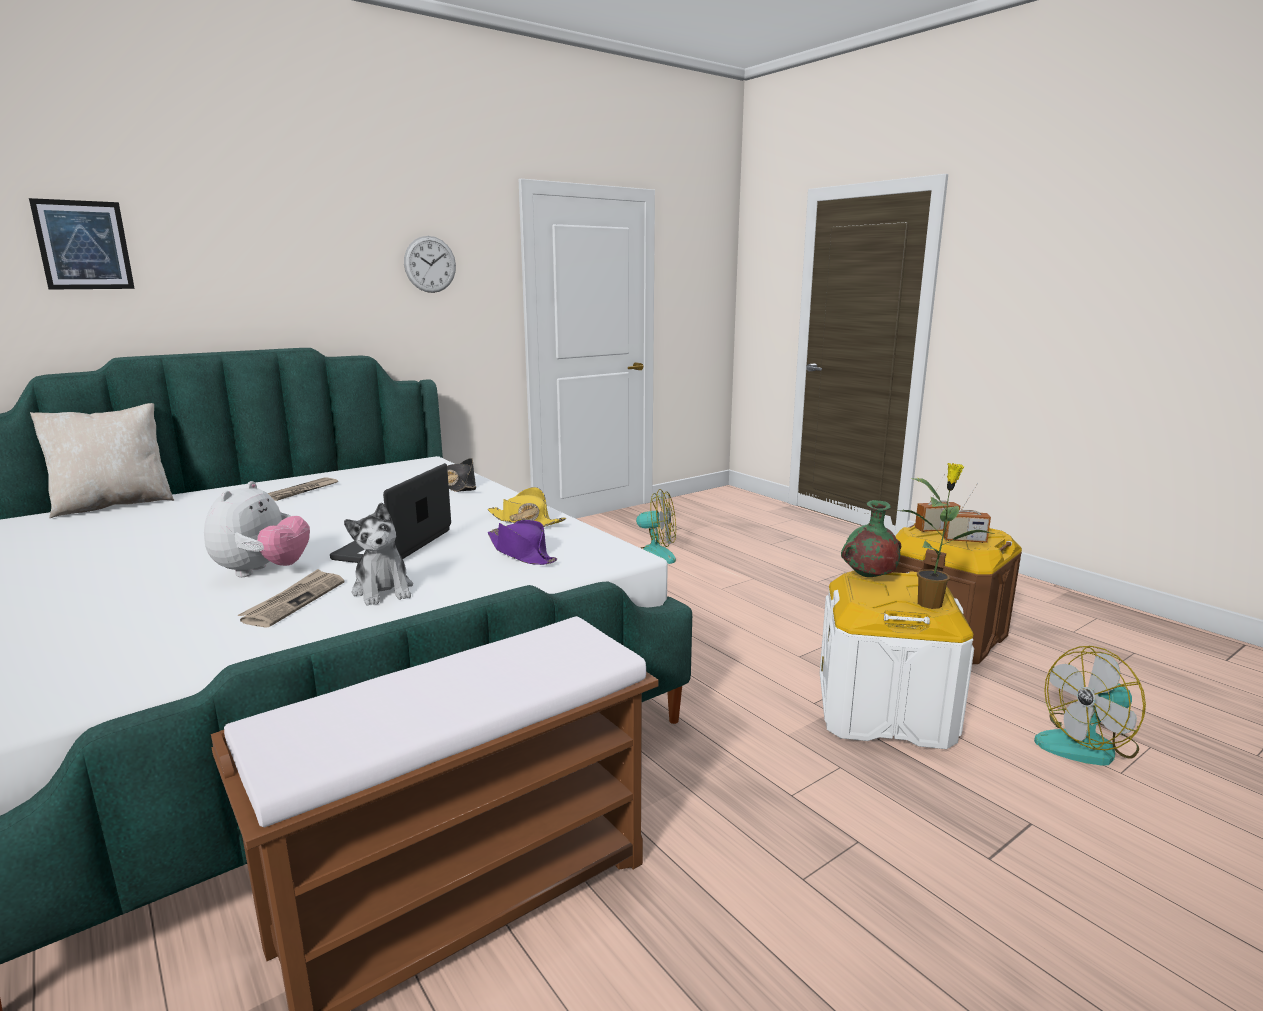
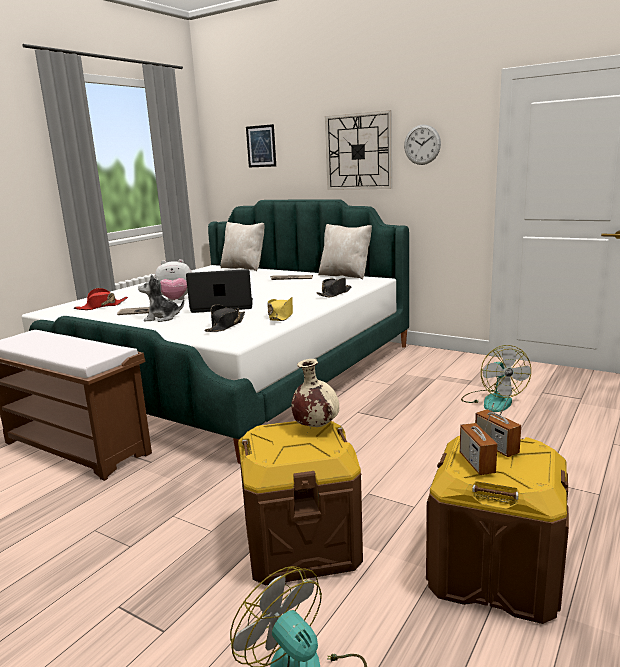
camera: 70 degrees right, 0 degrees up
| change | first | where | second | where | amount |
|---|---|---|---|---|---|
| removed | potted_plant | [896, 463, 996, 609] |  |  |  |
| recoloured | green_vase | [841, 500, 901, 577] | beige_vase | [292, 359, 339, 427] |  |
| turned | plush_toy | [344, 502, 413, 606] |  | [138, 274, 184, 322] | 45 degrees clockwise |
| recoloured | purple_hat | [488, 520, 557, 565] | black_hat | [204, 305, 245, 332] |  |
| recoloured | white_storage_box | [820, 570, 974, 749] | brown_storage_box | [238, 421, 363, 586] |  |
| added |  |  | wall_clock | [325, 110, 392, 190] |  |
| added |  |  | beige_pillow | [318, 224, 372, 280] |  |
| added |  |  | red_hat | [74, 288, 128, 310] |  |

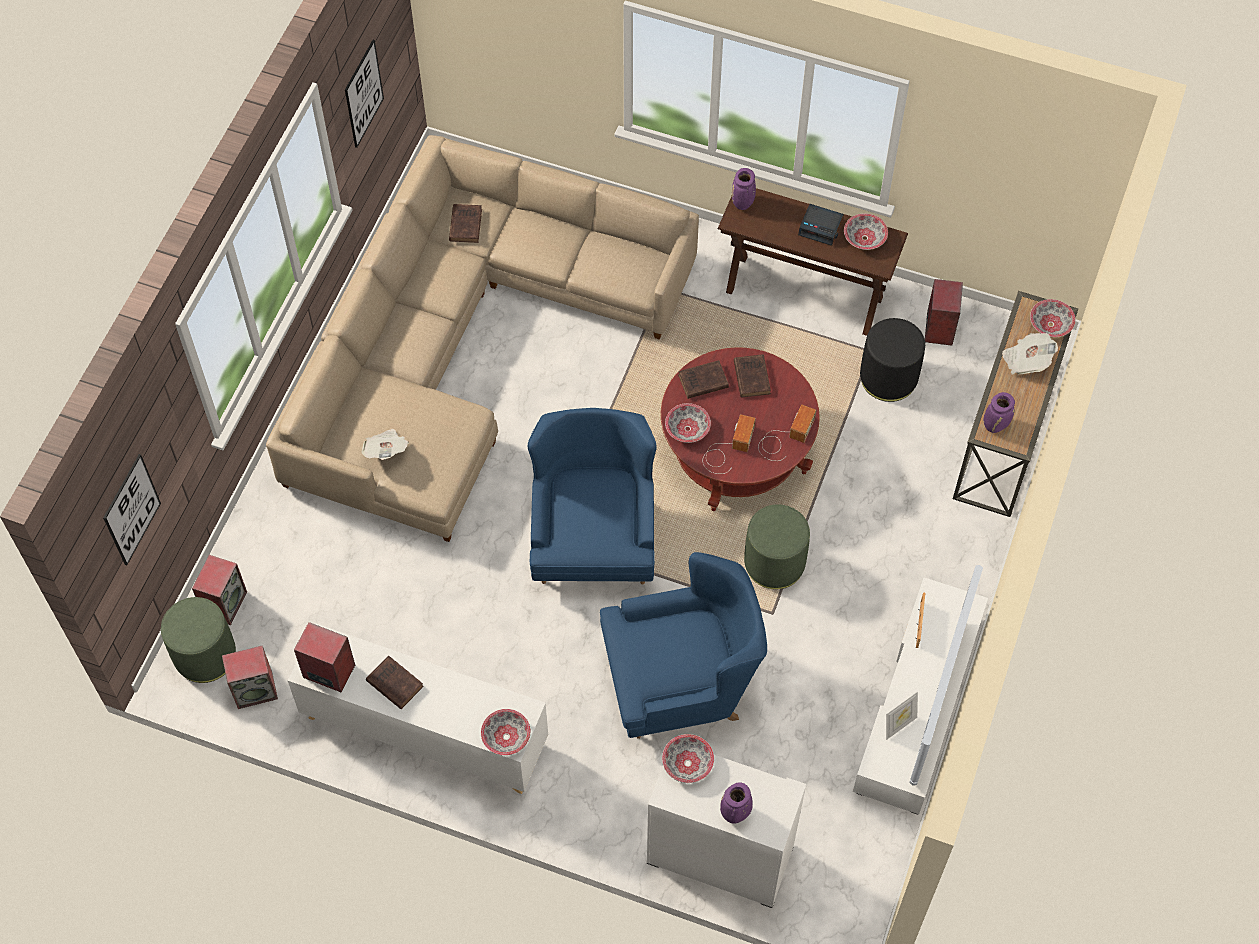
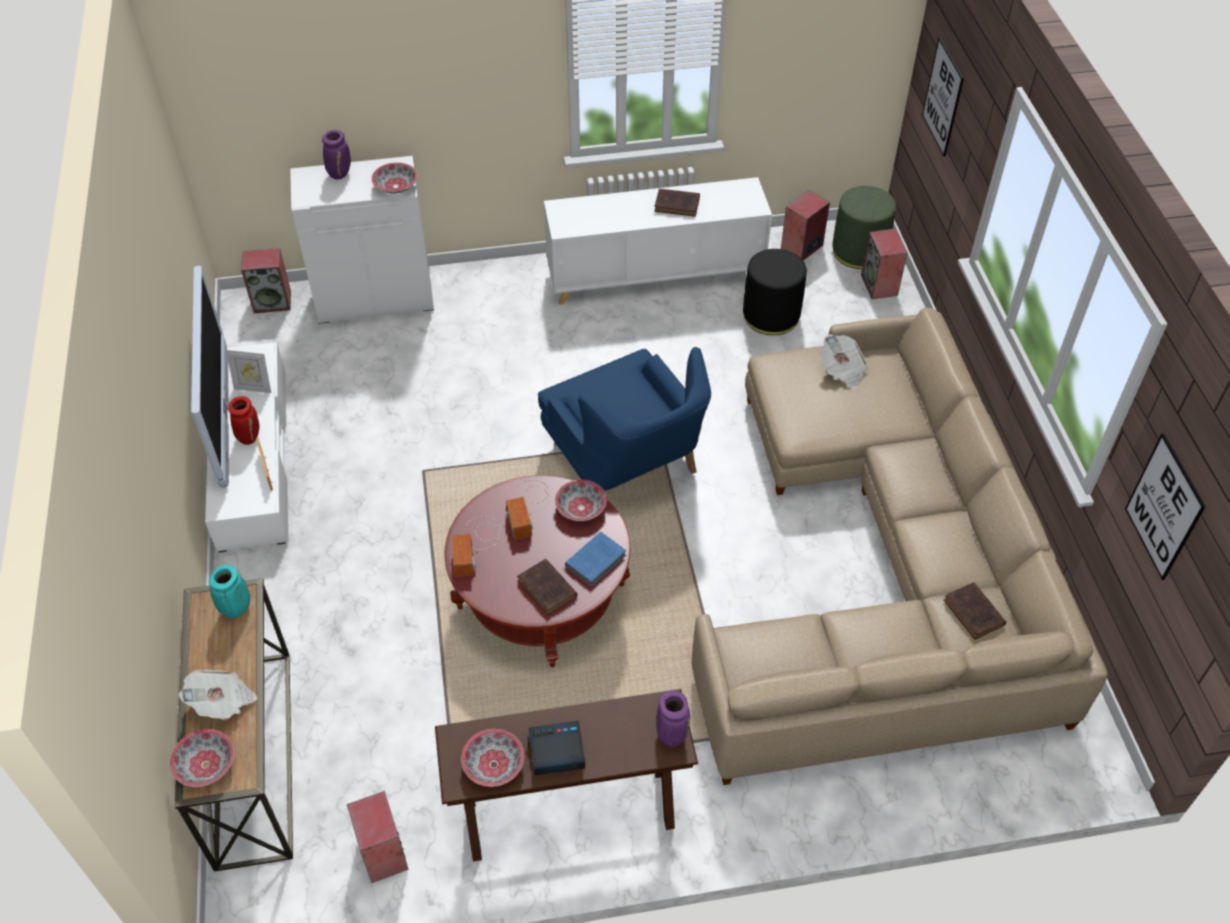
camera: 150 degrees right, 10 degrees down
| change | first | where | second | where | amount |
|---|---|---|---|---|---|
| moved | black_ottoman | [860, 318, 925, 402] |  | [743, 249, 807, 335] |  |
| recoloured | brown_book | [678, 360, 729, 399] | blue_book | [565, 532, 626, 587] |  |
| recoloured | purple_vase | [984, 392, 1015, 433] | turquoise_vase | [209, 565, 250, 618] |  |
| removed | green_ottoman | [744, 504, 810, 589] |  |  |  |
| removed | blue_armchair | [600, 552, 767, 739] |  |  |  |
| moved | speaker | [294, 622, 355, 692] |  | [241, 248, 291, 313] |  |
| turned | picture_frame | [886, 691, 918, 740] |  | [226, 350, 271, 393] | 105 degrees counterclockwise |
| removed | bowl | [481, 709, 531, 756] |  |  |  |
| added |  |  | red_vase | [228, 396, 259, 445] |  |

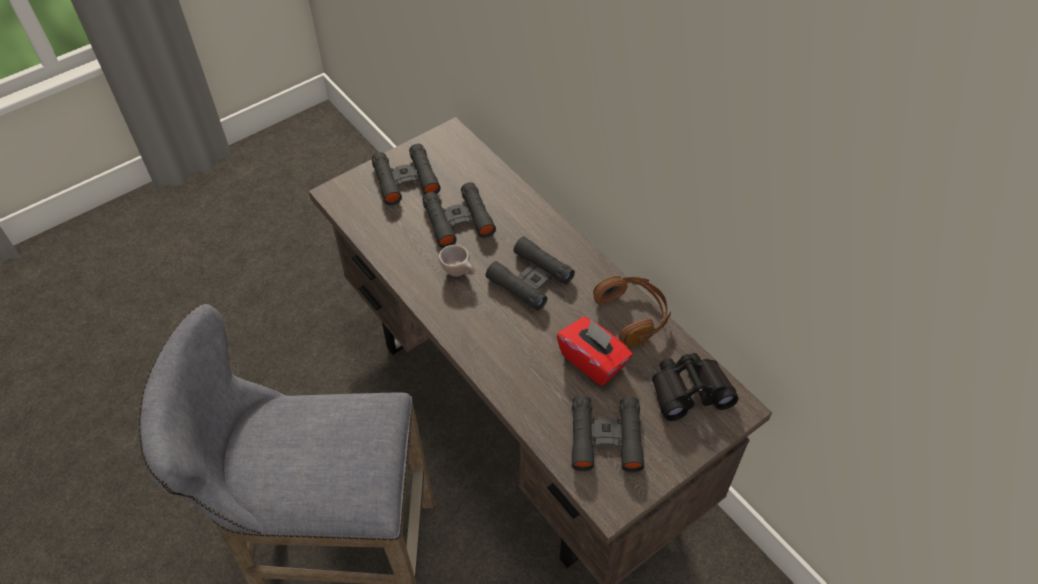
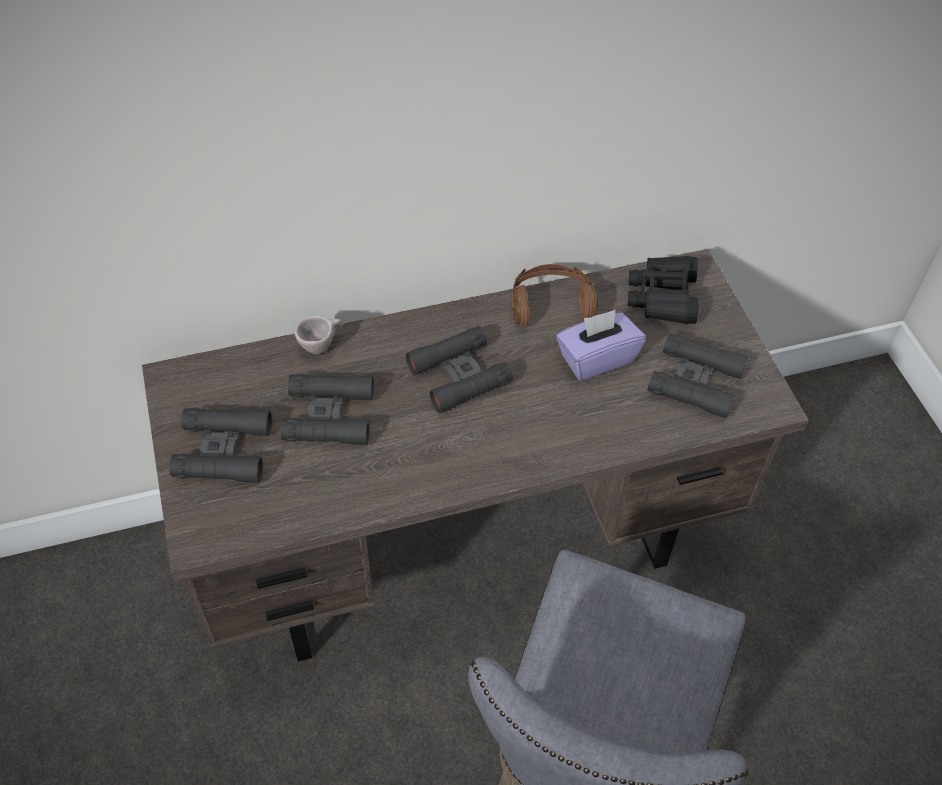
camera: 70 degrees left, 0 degrees up
| change | first | where | second | where | amount |
|---|---|---|---|---|---|
| moved | beige_cup | [438, 245, 475, 277] |  | [295, 316, 343, 354] |  |
| recoloured | red_tissue_box | [557, 317, 633, 386] | purple_tissue_box | [556, 310, 646, 381] |  |

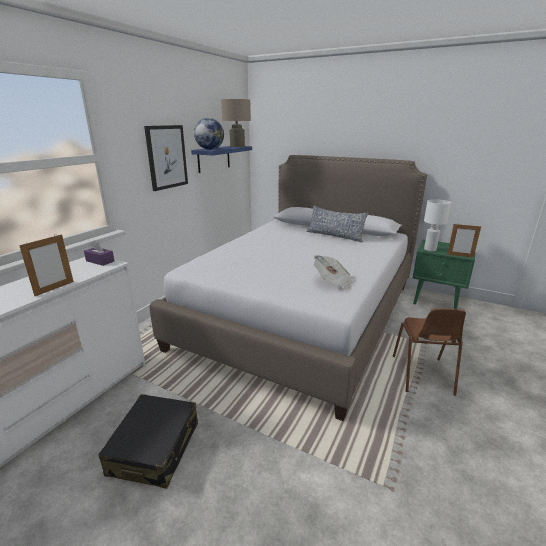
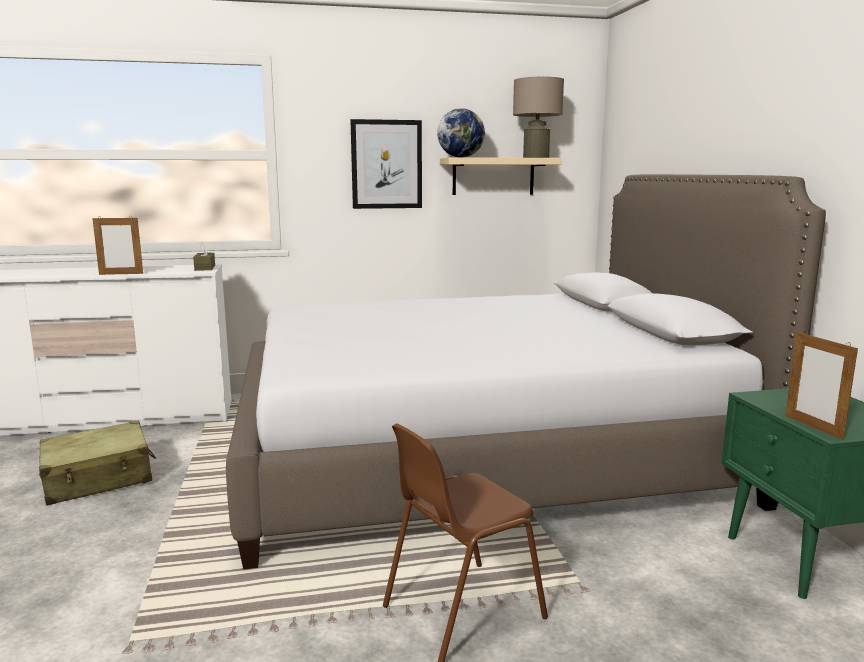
camera: 50 degrees right, 10 degrees down
| change | first | where | second | where | amount |
|---|---|---|---|---|---|
| recoloured | blue_shelf | [191, 146, 252, 173] | beige_shelf | [440, 157, 562, 195] |  |
| removed | white_table_lamp | [424, 199, 451, 251] |  |  |  |
| removed | pillow | [306, 205, 368, 242] |  |  |  |
| recoloured | purple_tissue_box | [84, 241, 114, 266] | brown_tissue_box | [193, 242, 215, 271] |  |
| removed | newspaper | [314, 255, 353, 290] |  |  |  |
| recoloured | black_suitcase | [98, 394, 198, 489] | beige_suitcase | [39, 421, 156, 506] |  |

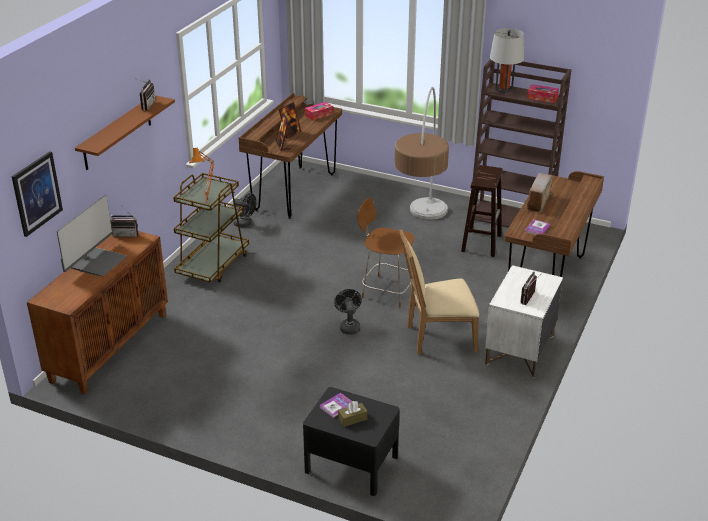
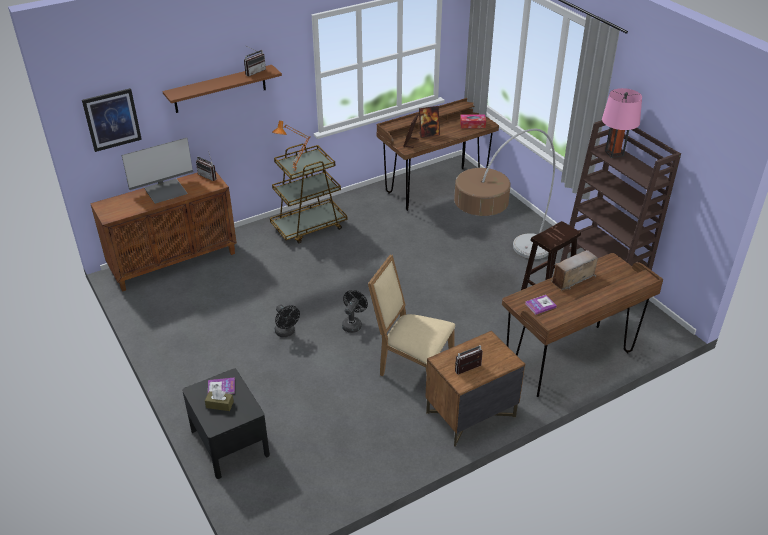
camera: 35 degrees right, 5 degrees up
| change | first | where | second | where | amount |
|---|---|---|---|---|---|
| recoloured | grey_table_lamp | [490, 28, 524, 94] | pink_table_lamp | [602, 88, 642, 158] |  |
| removed | tissue_box | [527, 84, 559, 103] |  |  |  |
| moved | black_fan | [233, 193, 256, 227] |  | [275, 304, 300, 337] |  |
| removed | brown_chair | [357, 197, 414, 307] |  |  |  |
| recoloured | white_nightstand | [485, 265, 563, 378] | brown_nightstand | [425, 331, 525, 447] |  |

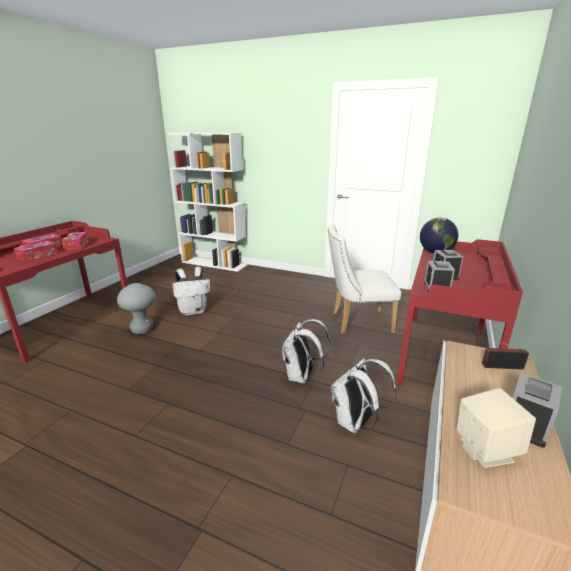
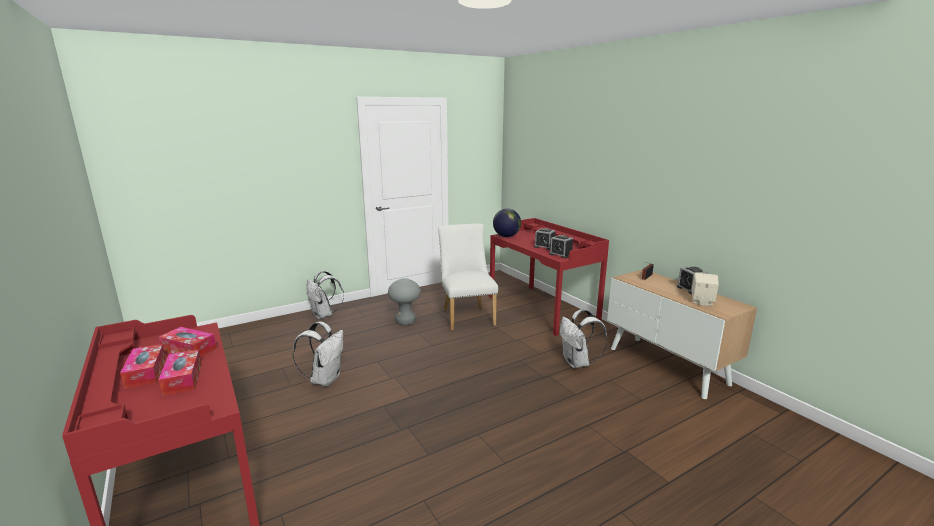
camera: 55 degrees left, 5 degrees down
| change | first | where | second | where | amount |
|---|---|---|---|---|---|
| removed | white_bookcase | [167, 133, 247, 272] |  |  |  |
| turned | white_chair | [328, 224, 401, 334] |  | [438, 223, 498, 330] | 135 degrees clockwise |
| moved | grey_stool | [117, 283, 156, 334] |  | [388, 278, 421, 325] |  |
| moved | white_backpack | [282, 319, 331, 384] |  | [307, 271, 344, 319] |  |

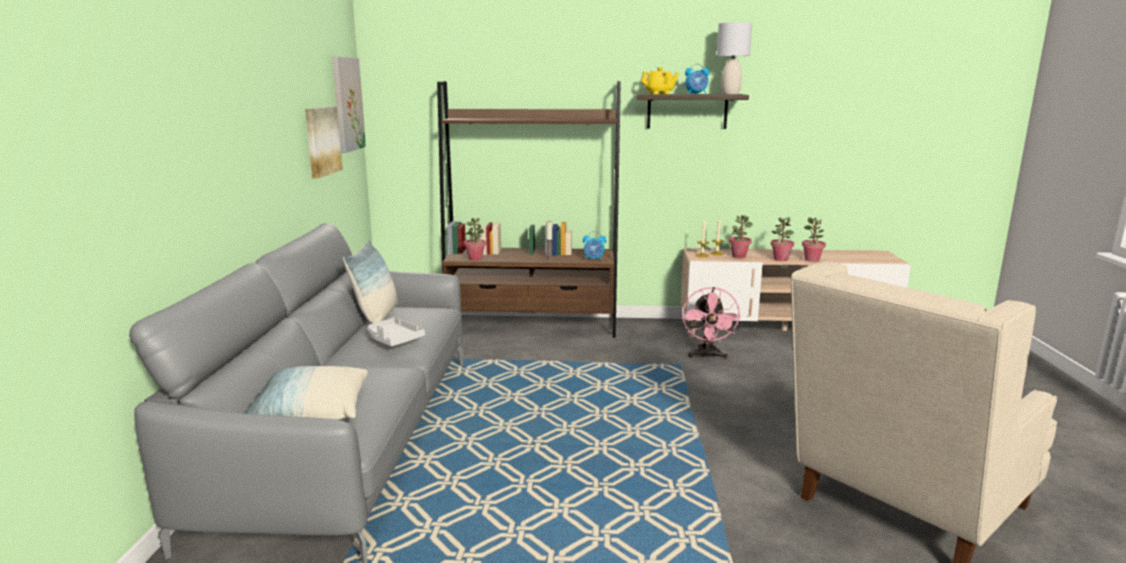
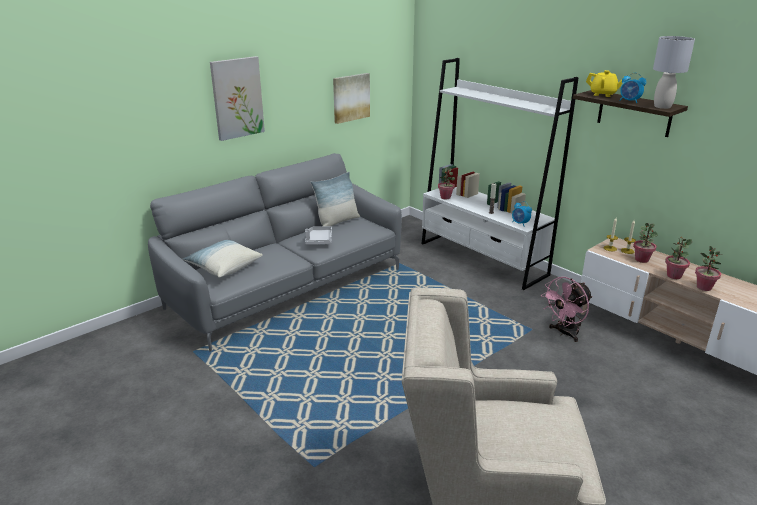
camera: 45 degrees right, 10 degrees up
| change | first | where | second | where | amount |
|---|---|---|---|---|---|
| moved | picture | [332, 57, 366, 153] |  | [210, 56, 265, 141] |  |
| recoloured | brown_bookcase | [437, 81, 621, 338] | white_bookcase | [421, 58, 578, 290] |  |

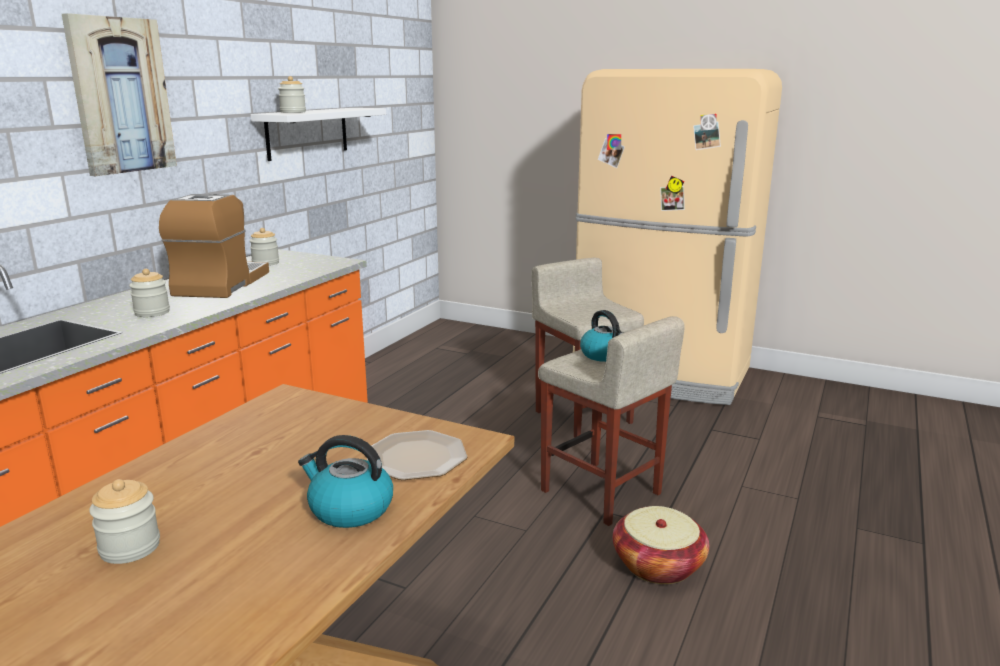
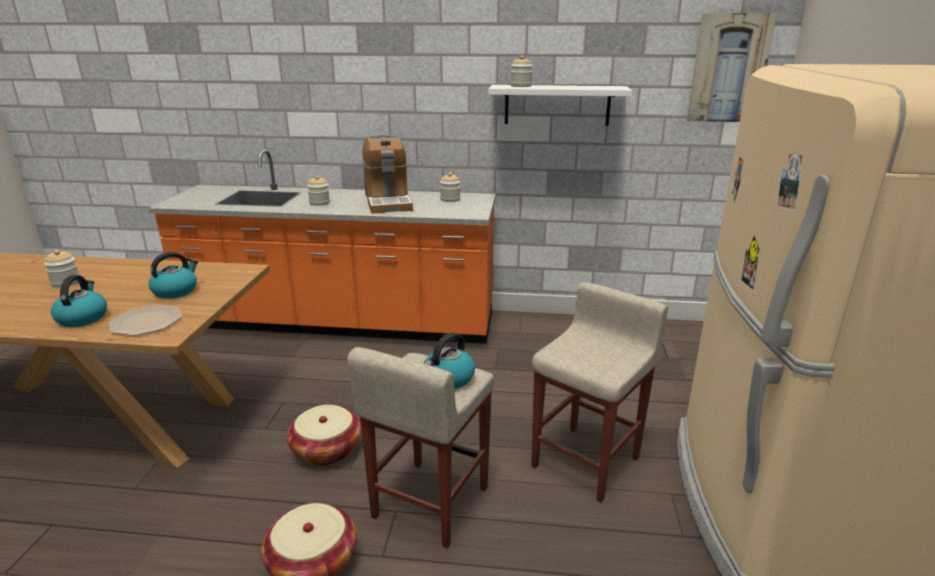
camera: 70 degrees right, 5 degrees up
| change | first | where | second | where | amount |
|---|---|---|---|---|---|
| moved | picture | [62, 13, 177, 176] |  | [687, 13, 777, 122] |  |
| turned | coffee_machine | [159, 194, 269, 298] |  | [363, 135, 413, 214] | 90 degrees clockwise |
| added |  |  | kettle | [149, 252, 198, 299] |  |
| added |  |  | basket | [287, 405, 362, 466] |  |

